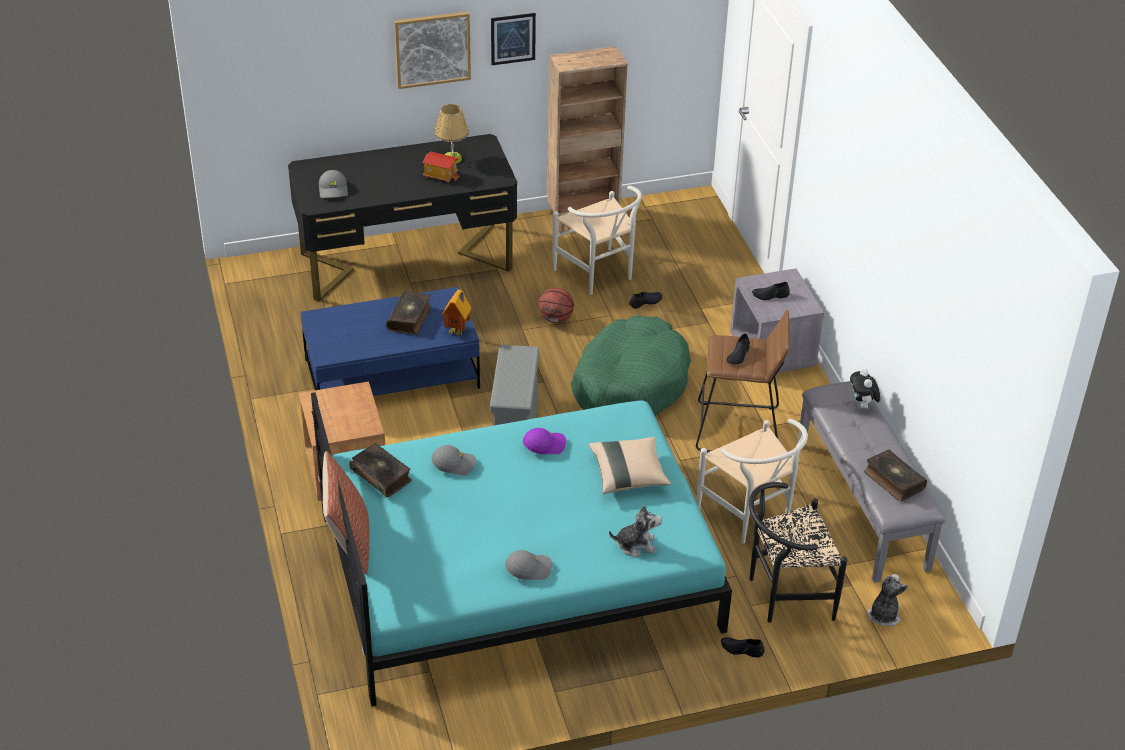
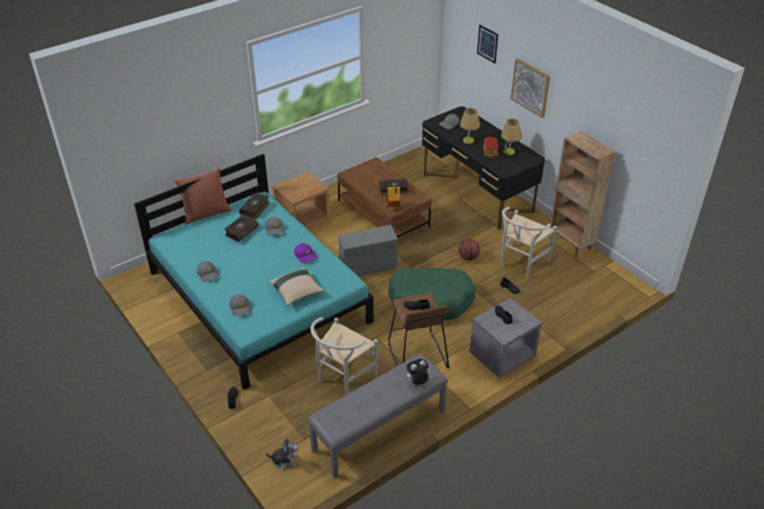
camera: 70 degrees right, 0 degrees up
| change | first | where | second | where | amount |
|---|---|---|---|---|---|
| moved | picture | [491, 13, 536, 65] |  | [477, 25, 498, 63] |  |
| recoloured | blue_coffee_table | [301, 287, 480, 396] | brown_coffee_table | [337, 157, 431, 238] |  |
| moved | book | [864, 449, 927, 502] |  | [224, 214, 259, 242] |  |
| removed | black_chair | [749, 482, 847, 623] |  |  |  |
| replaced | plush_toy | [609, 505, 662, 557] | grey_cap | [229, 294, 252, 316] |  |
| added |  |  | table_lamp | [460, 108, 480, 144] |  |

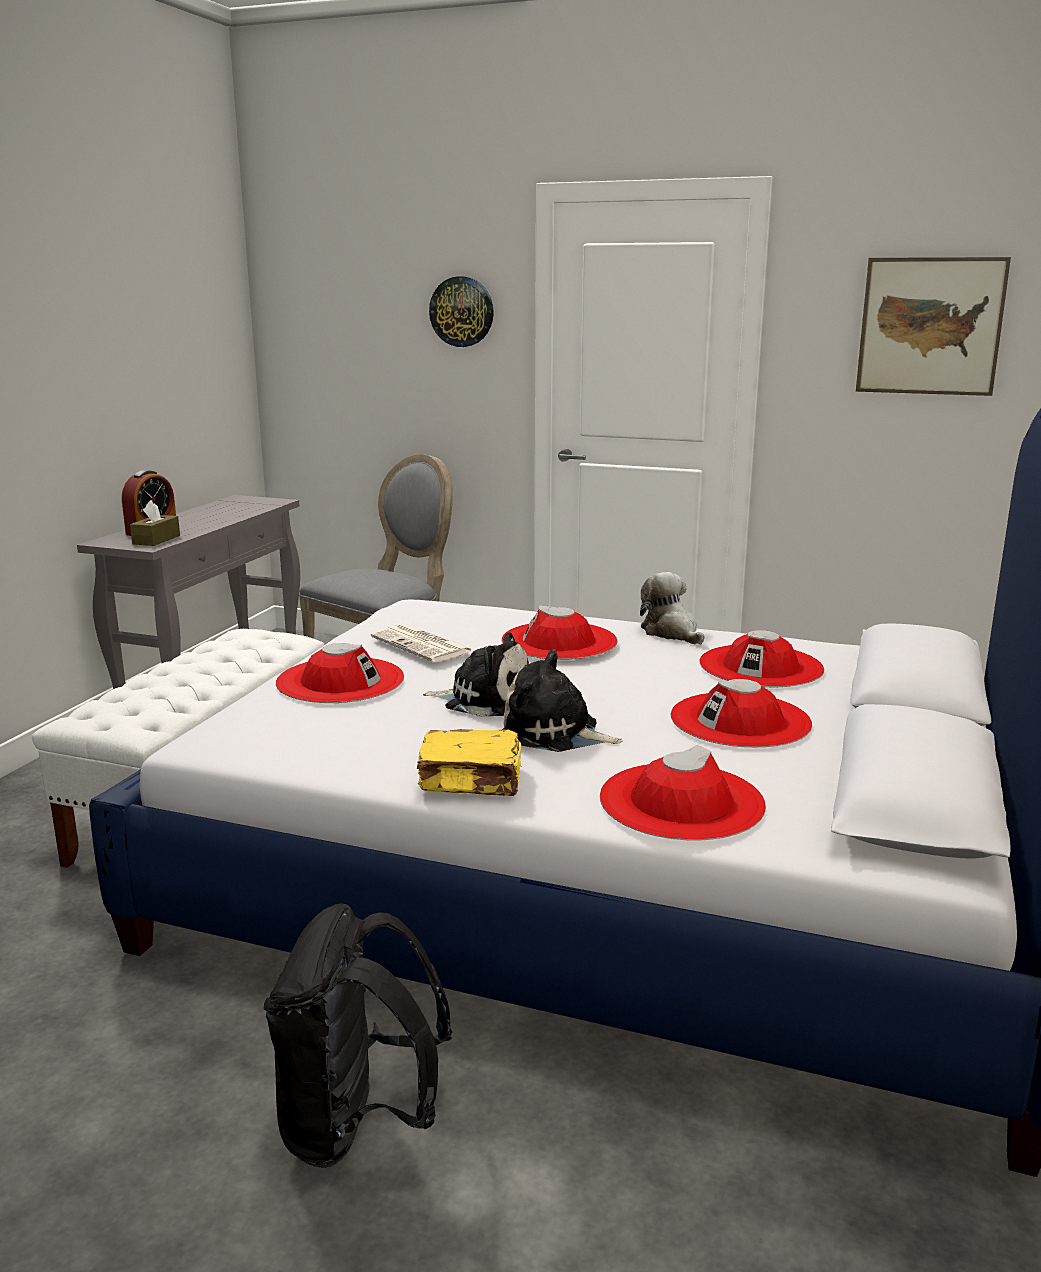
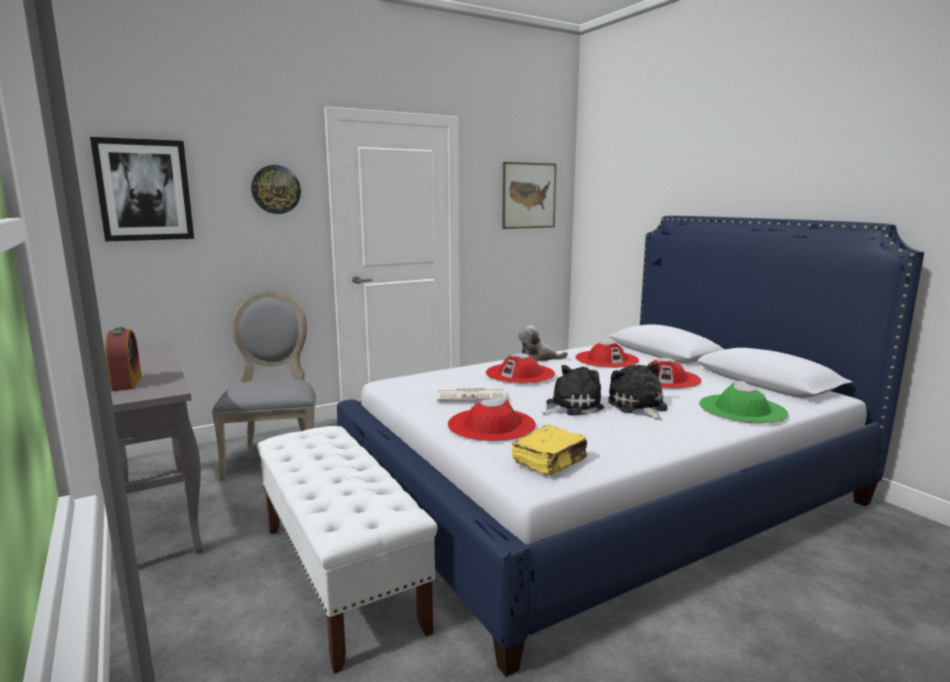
camera: 50 degrees left, 5 degrees down
| change | first | where | second | where | amount |
|---|---|---|---|---|---|
| removed | brown_tissue_box | [130, 500, 180, 546] |  |  |  |
| turned | plush_toy | [502, 650, 623, 752] |  | [608, 363, 668, 420] | 105 degrees clockwise |
| moved | yellow_book | [417, 729, 523, 796] |  | [512, 425, 587, 475] |  |
| recoloured | red_hat | [600, 745, 766, 841] | green_hat | [699, 381, 788, 423] |  |
| removed | black_backpack | [264, 904, 453, 1168] |  |  |  |
| added |  |  | picture | [90, 137, 194, 242] |  |

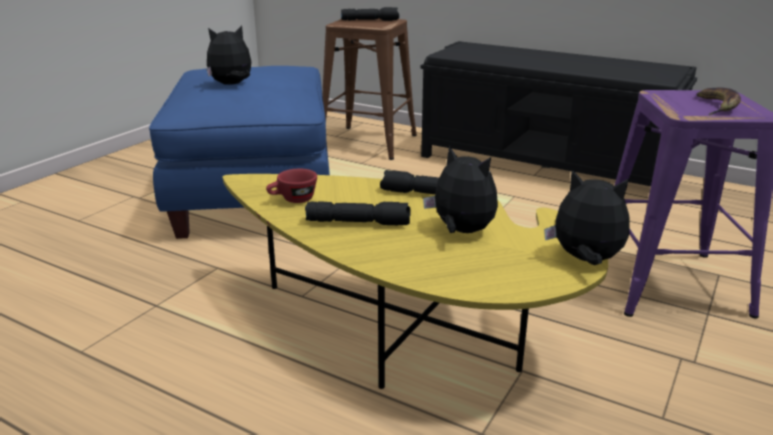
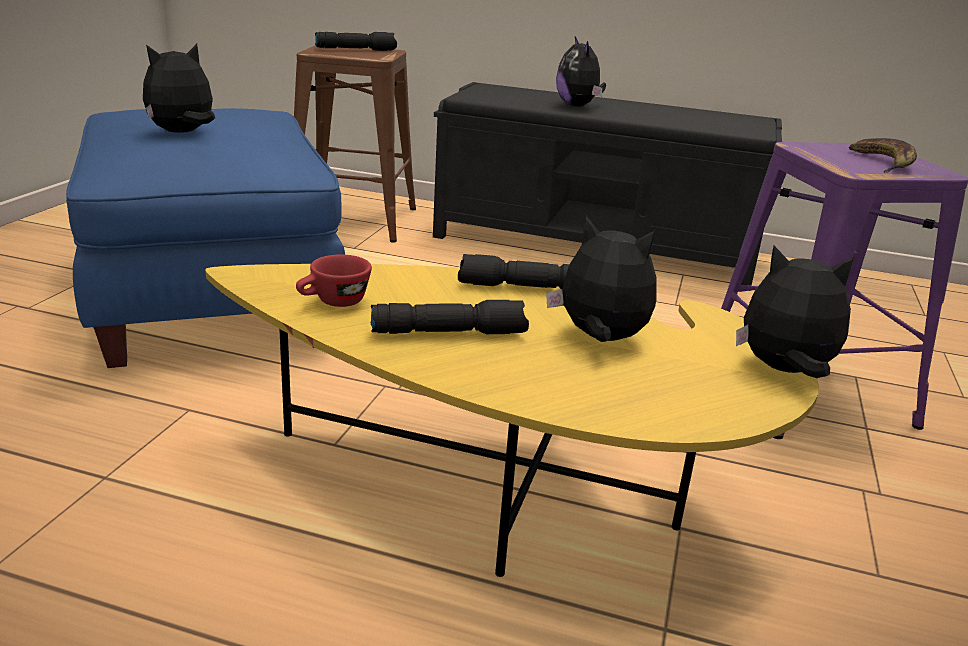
camera: 15 degrees left, 0 degrees up
| change | first | where | second | where | amount |
|---|---|---|---|---|---|
| added |  |  | plush_toy | [556, 37, 606, 106] |  |

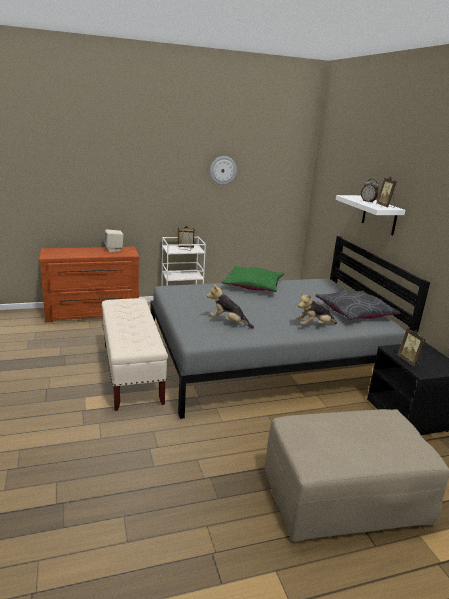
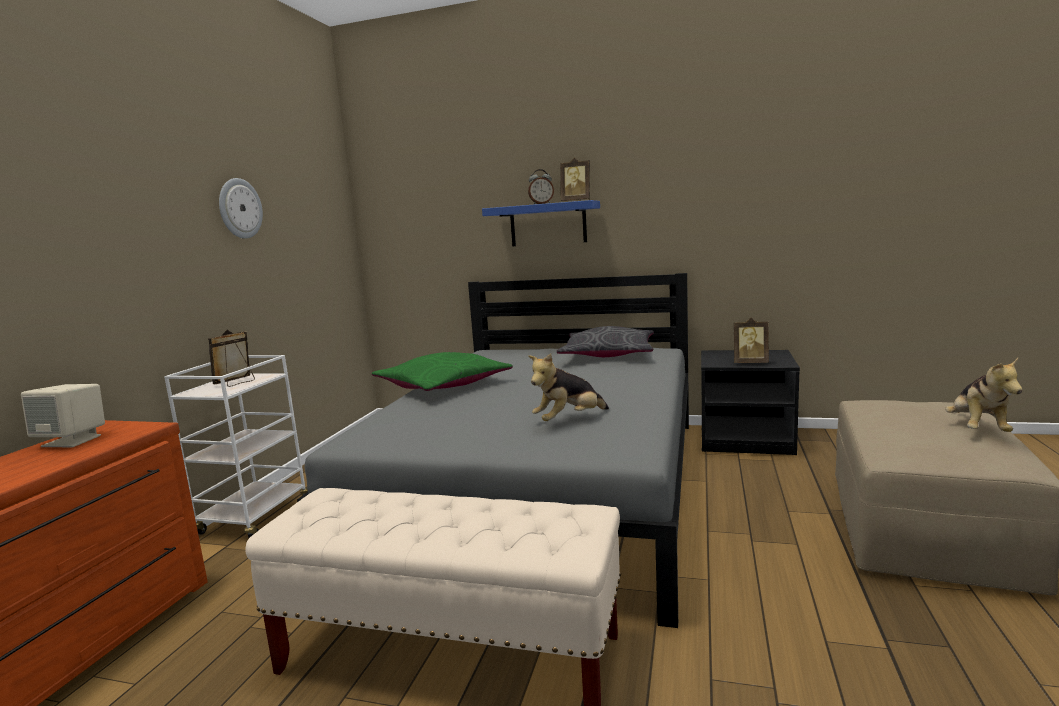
camera: 55 degrees left, 10 degrees down
| change | first | where | second | where | amount |
|---|---|---|---|---|---|
| recoloured | white_shelf | [336, 195, 405, 236] | blue_shelf | [482, 200, 600, 246] |  |
| moved | plush_toy | [297, 293, 337, 325] |  | [945, 358, 1022, 432] |  |

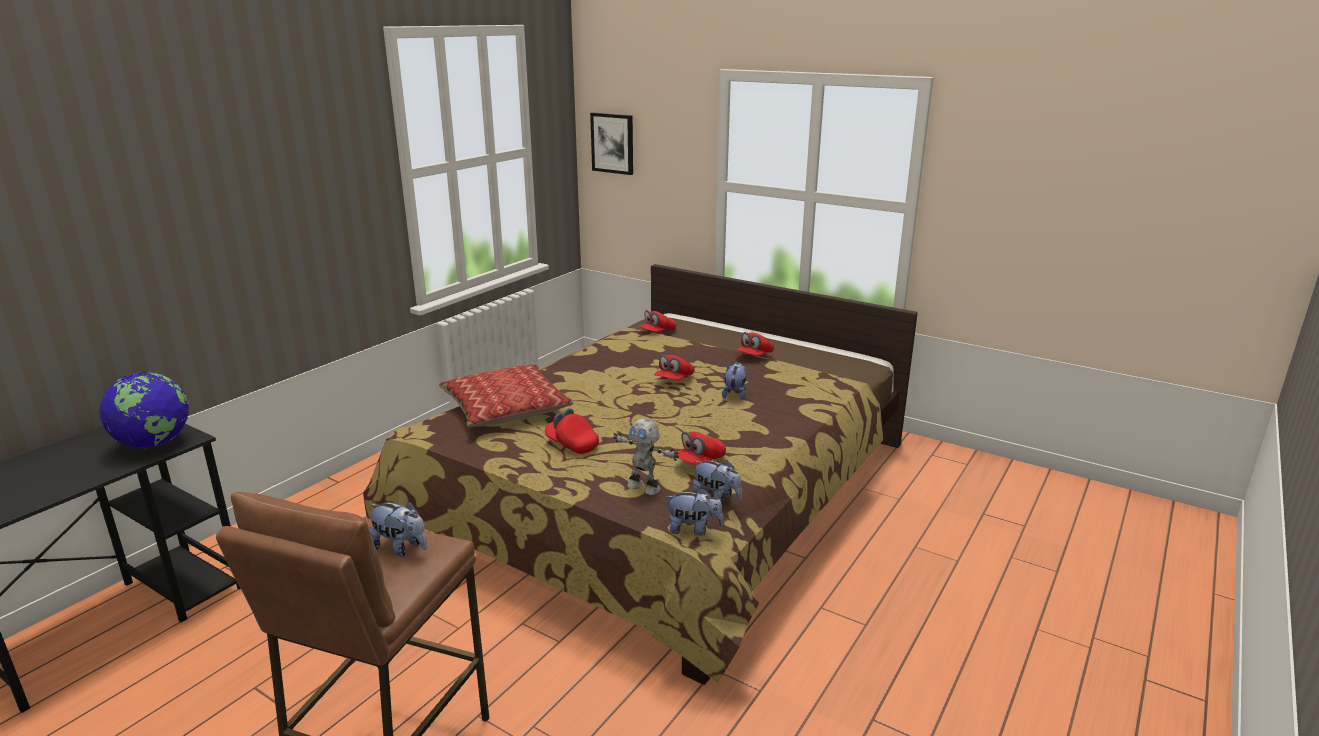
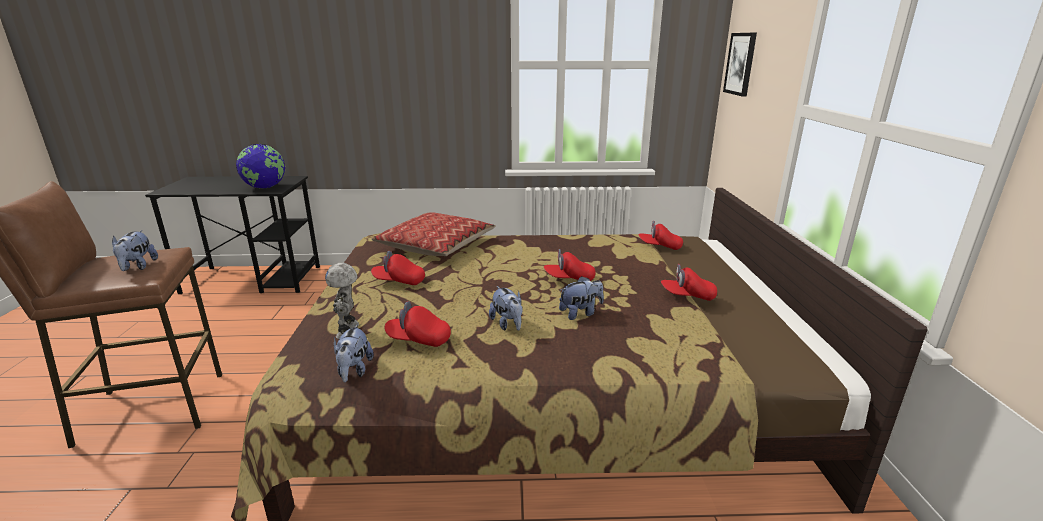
camera: 55 degrees right, 0 degrees up
| change | first | where | second | where | amount |
|---|---|---|---|---|---|
| turned | red_cap | [545, 408, 599, 454] |  | [371, 251, 425, 285] | 90 degrees counterclockwise |
| moved | plush_toy | [665, 488, 724, 536] |  | [489, 286, 523, 331] |  |

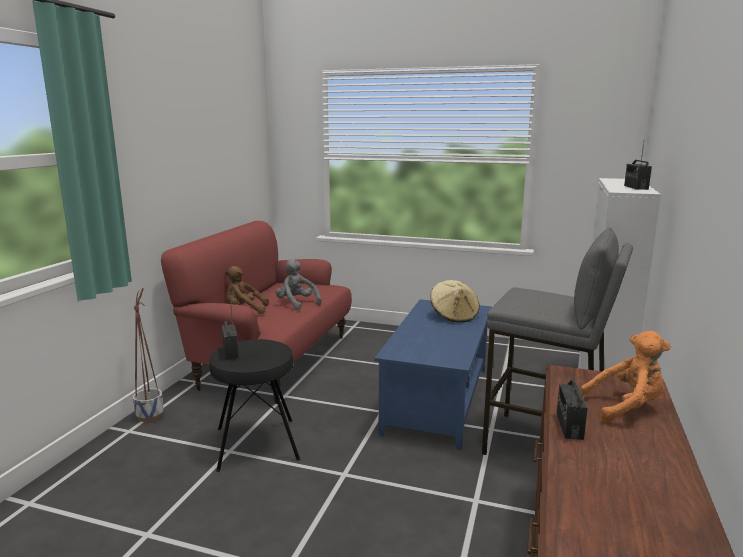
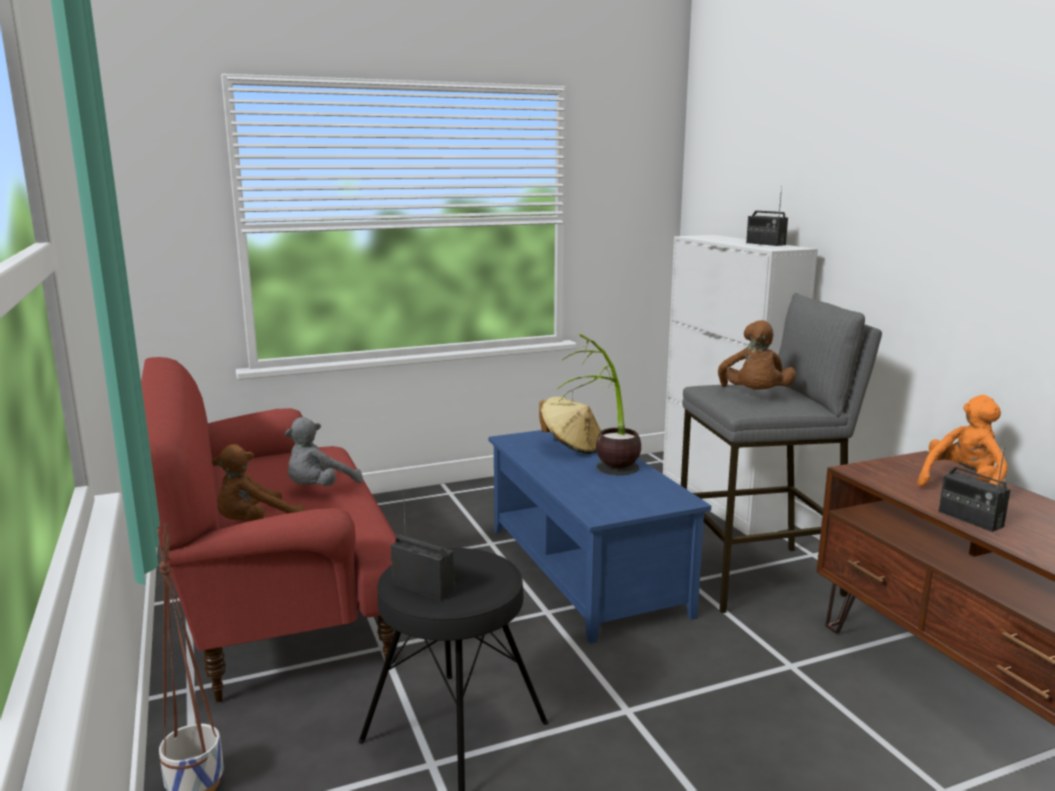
camera: 40 degrees left, 0 degrees up
| change | first | where | second | where | amount |
|---|---|---|---|---|---|
| turned | grey_plush_toy | [276, 259, 322, 310] |  | [285, 417, 363, 486] | 60 degrees counterclockwise |
| added |  |  | brown_plush_toy | [718, 320, 796, 390] |  |
| added |  |  | potted_plant | [557, 334, 641, 475] |  |

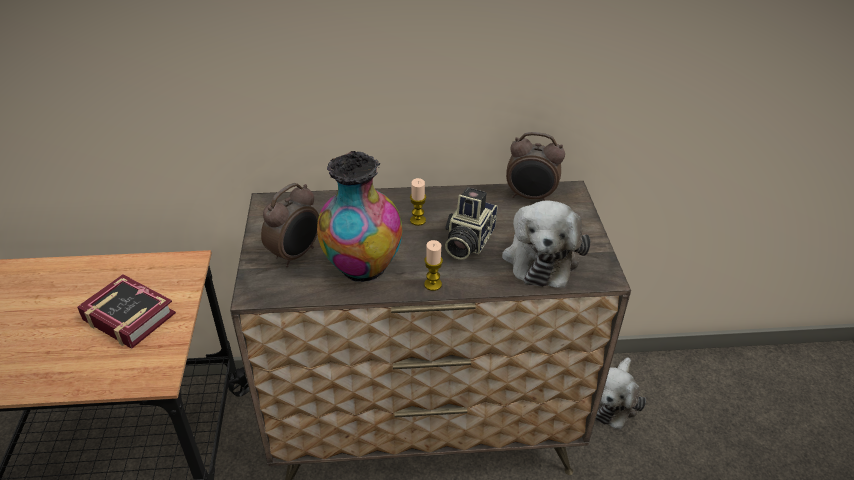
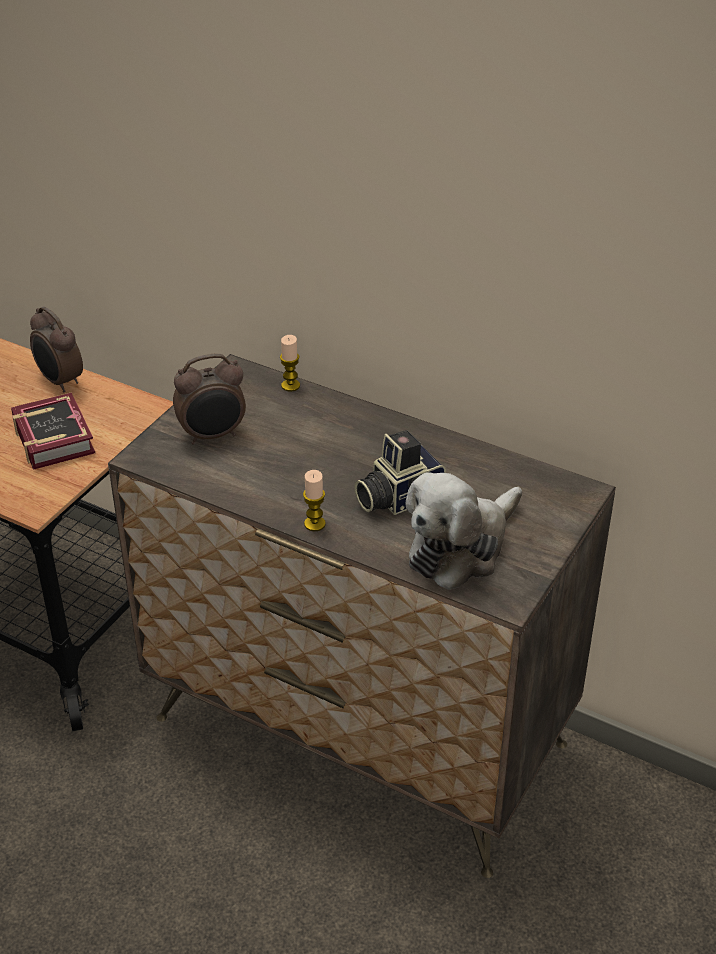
camera: 35 degrees right, 0 degrees up
| change | first | where | second | where | amount |
|---|---|---|---|---|---|
| moved | alarm_clock | [506, 132, 565, 201] |  | [30, 306, 83, 392] |  |
| removed | vase | [317, 151, 402, 282] |  |  |  |
| moved | candle | [410, 178, 426, 226] |  | [280, 335, 300, 391] |  |
| removed | plush_toy | [595, 358, 646, 430] |  |  |  |

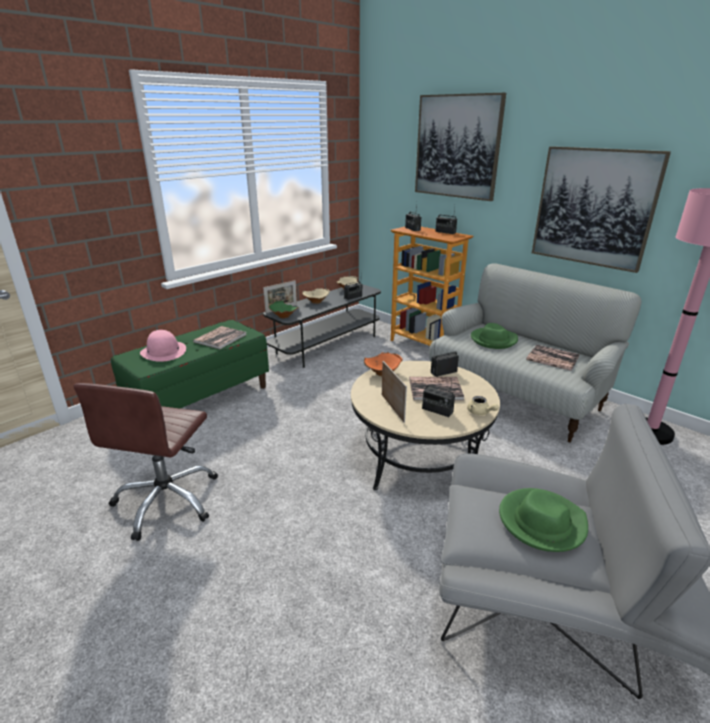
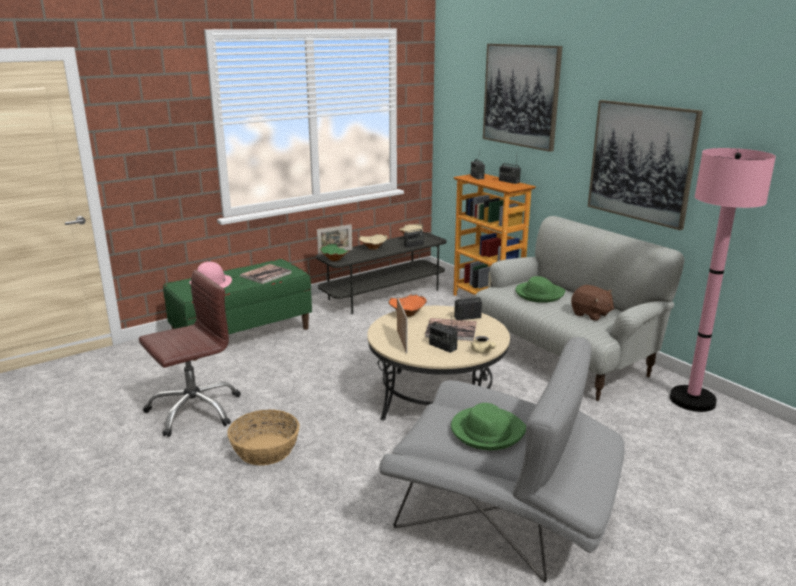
camera: 10 degrees right, 5 degrees down
| change | first | where | second | where | amount |
|---|---|---|---|---|---|
| replaced | book | [526, 345, 580, 371] | brown_plush_toy | [571, 285, 614, 321] |  |
| turned | brown_office_chair | [73, 383, 218, 541] |  | [139, 270, 241, 437] | 150 degrees counterclockwise |
| added |  |  | basket | [227, 409, 300, 465] |  |

